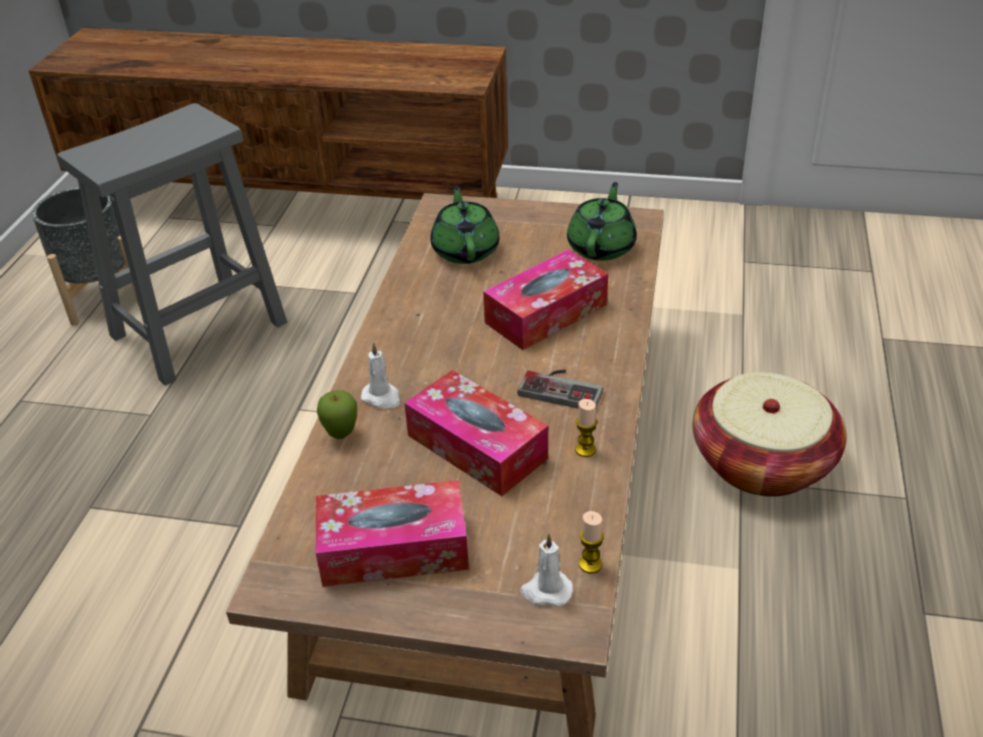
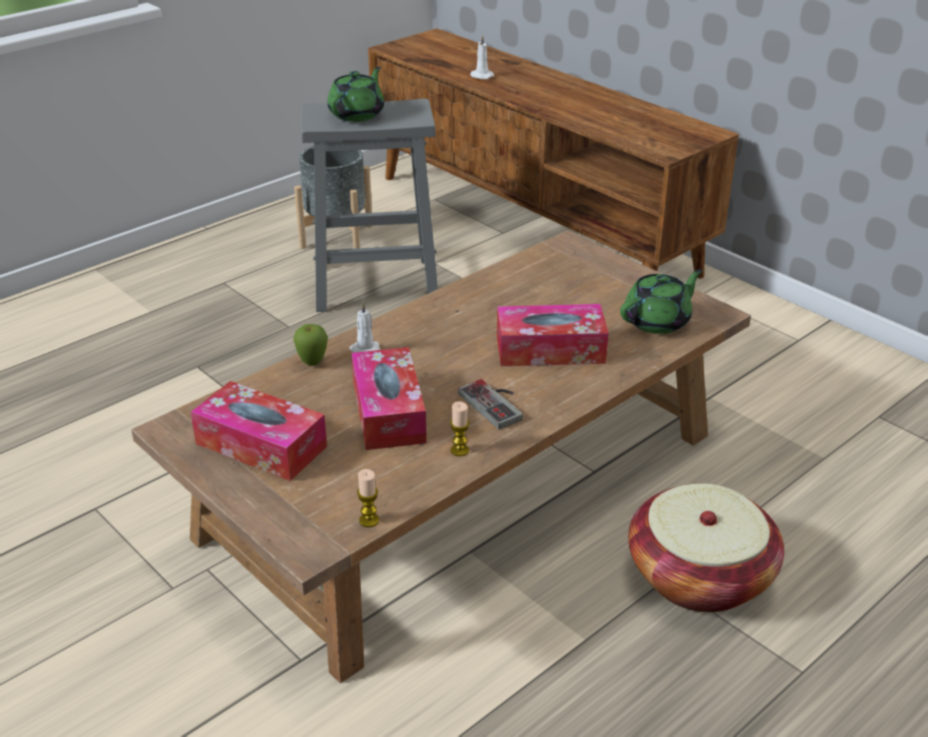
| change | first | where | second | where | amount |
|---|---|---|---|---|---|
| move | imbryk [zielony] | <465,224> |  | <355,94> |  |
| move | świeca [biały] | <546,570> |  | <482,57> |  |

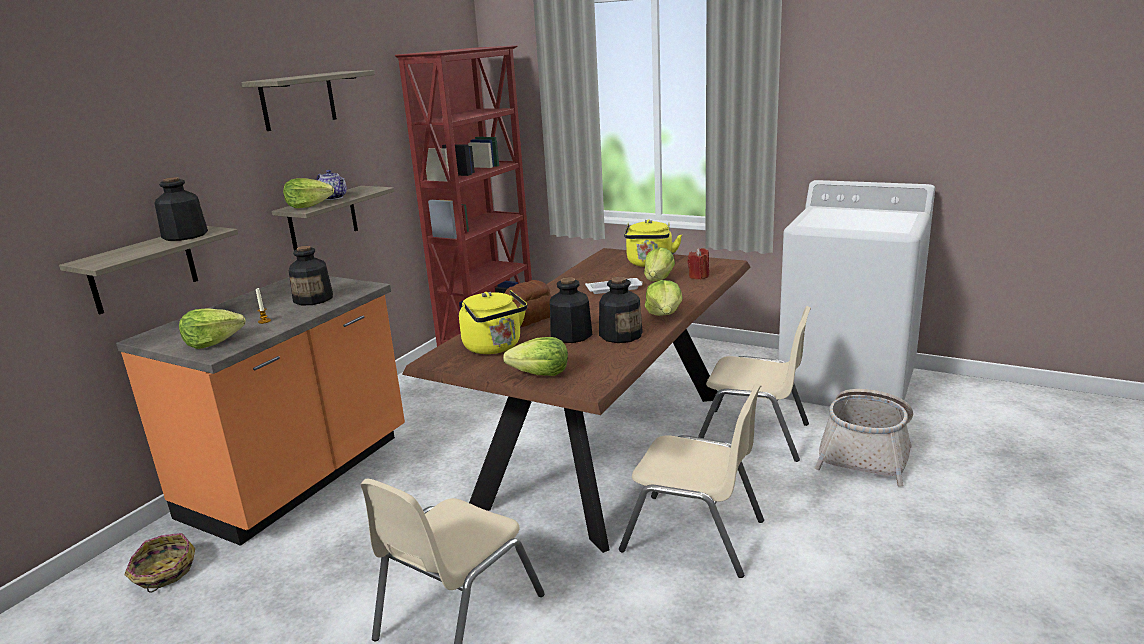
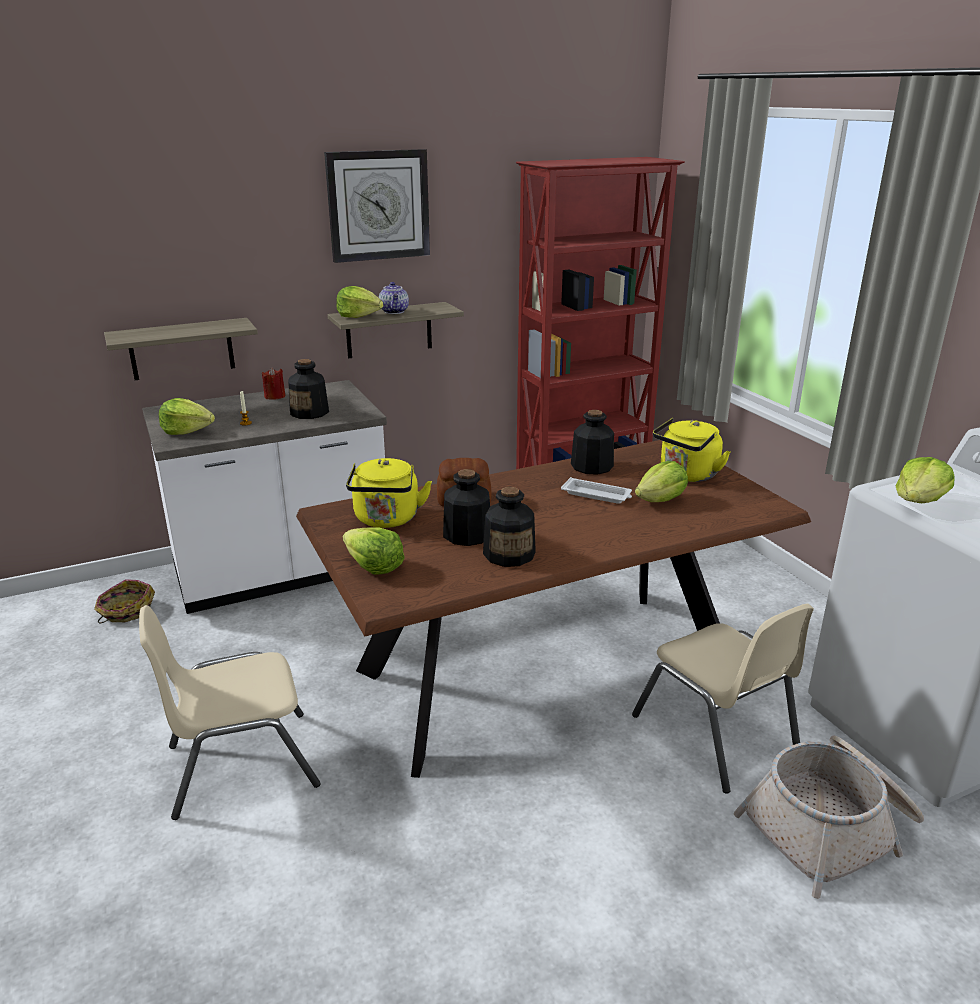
| change | first | where | second | where | amount |
|---|---|---|---|---|---|
| recolor | zabudowa kuchenna [pomarańczowy] | <260,411> | zabudowa kuchenna [biały] | <264,497> |  |
| move | butelka | <181,209> |  | <592,442> |  |
| replace | półka | <308,100> | zegar ścienny | <377,206> |  |
| delete | krzesło [beżowy] | <691,480> |  |  |  |
| move | sałata | <663,298> |  | <925,480> |  |
| move | świeca [czerwony] | <698,263> |  | <274,383> |  |

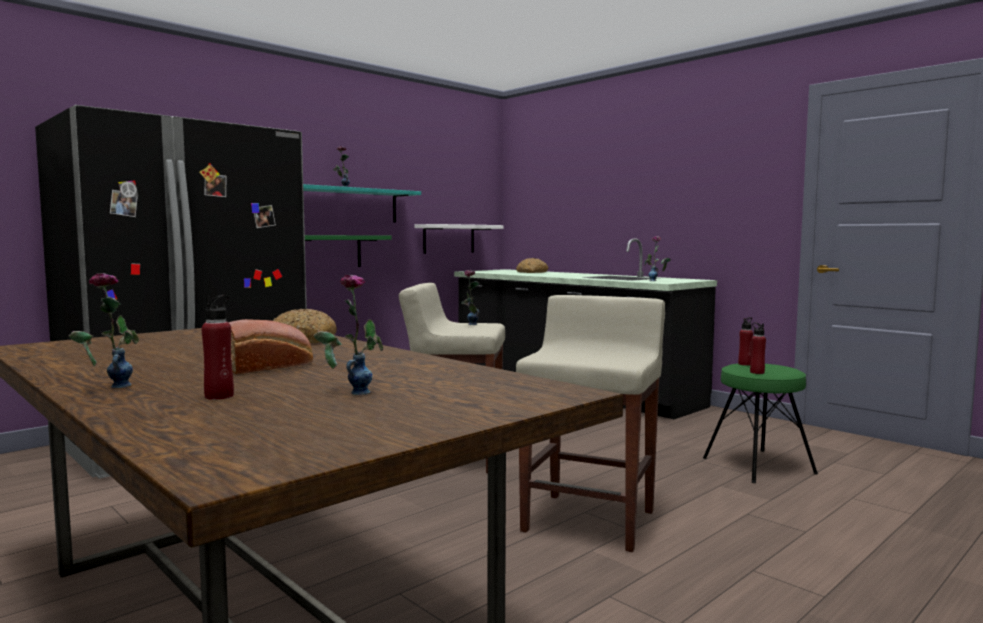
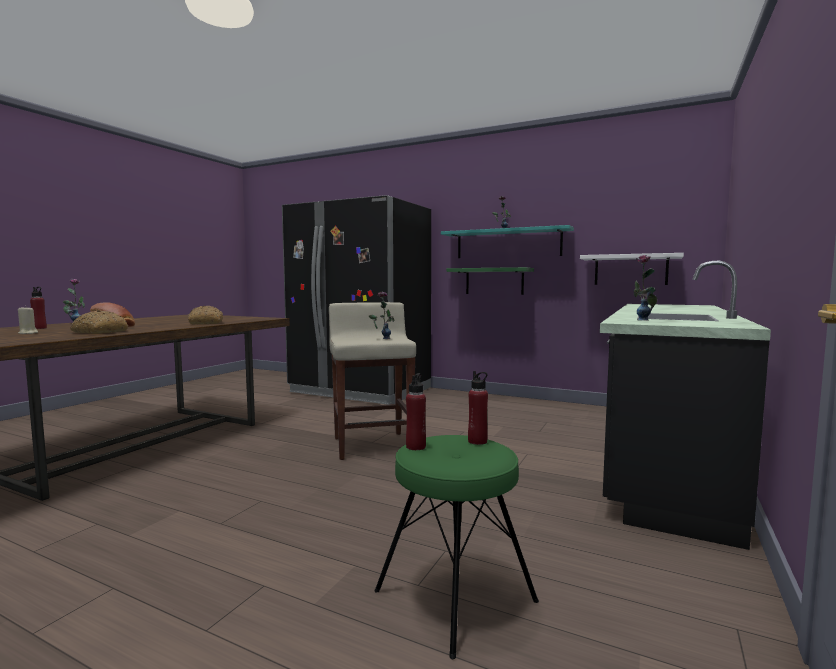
| change | first | where | second | where | amount |
|---|---|---|---|---|---|
| replace | wazon | <348,335> | świeca [beżowy] | <28,321> |  |
| move | chleb | <532,265> |  | <99,322> |  |
| delete | stołek [beżowy] | <590,423> |  |  |  |

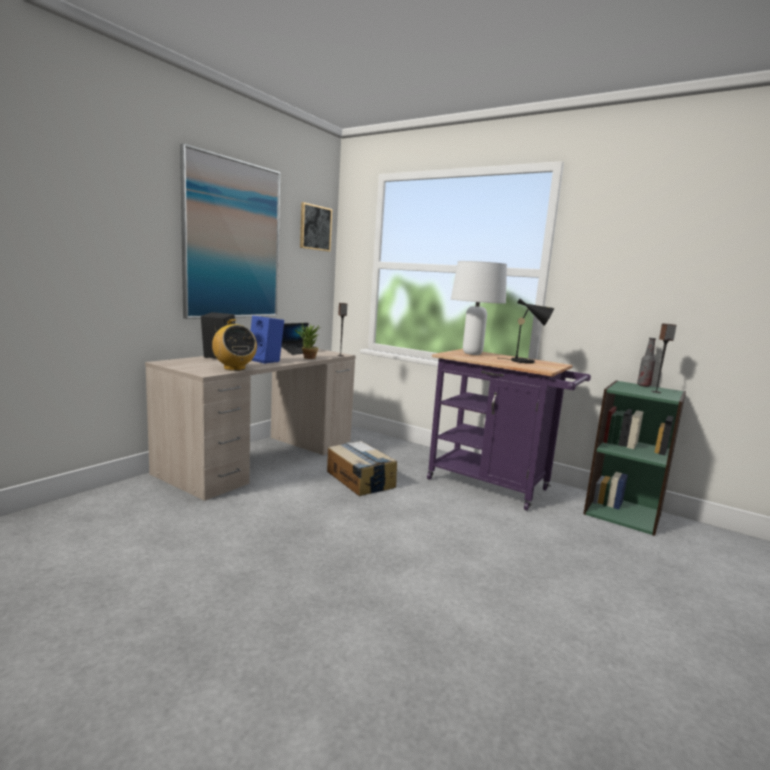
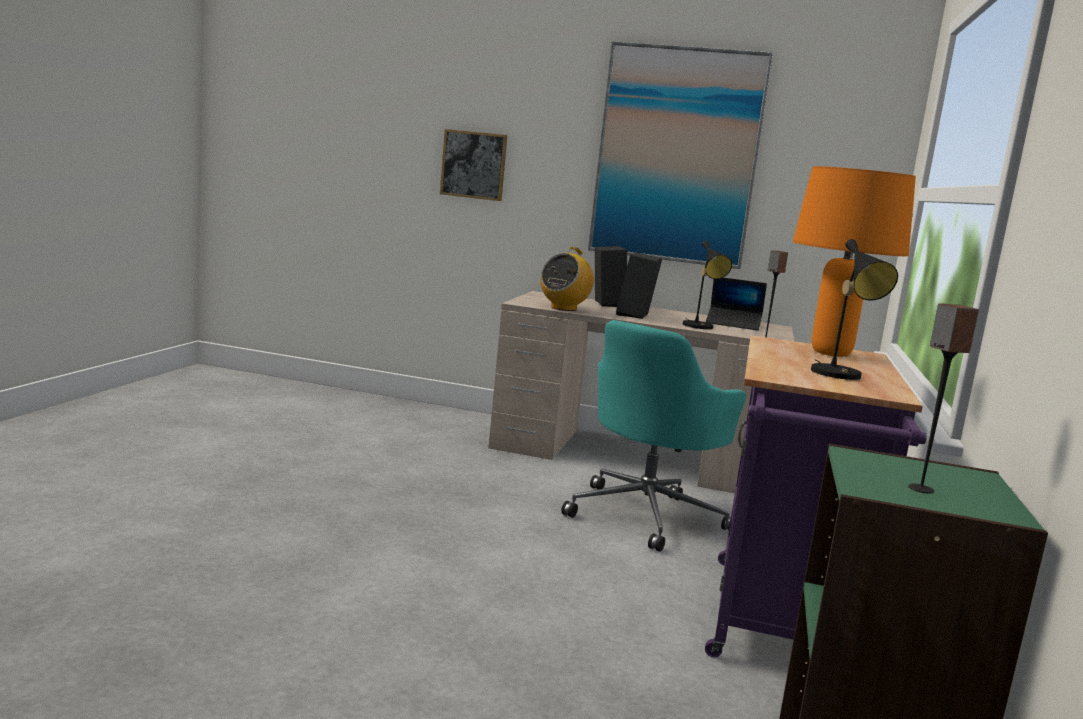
| change | first | where | second | where | amount |
|---|---|---|---|---|---|
| recolor | głośnik [niebieski] | <267,340> | głośnik [czarny] | <639,285> |  |
| replace | roślina doniczkowa | <308,341> | lampa stołowa [czarny] | <707,285> |  |
| move | obraz | <316,227> |  | <473,165> |  |
| replace | karton | <362,468> | krzesło biurowe [turkusowy] | <653,436> |  |
| recolor | lampa stołowa [biały] | <479,308> | lampa stołowa [pomarańczowy] | <854,261> |  |
| delete | butelka | <646,362> |  |  |  |

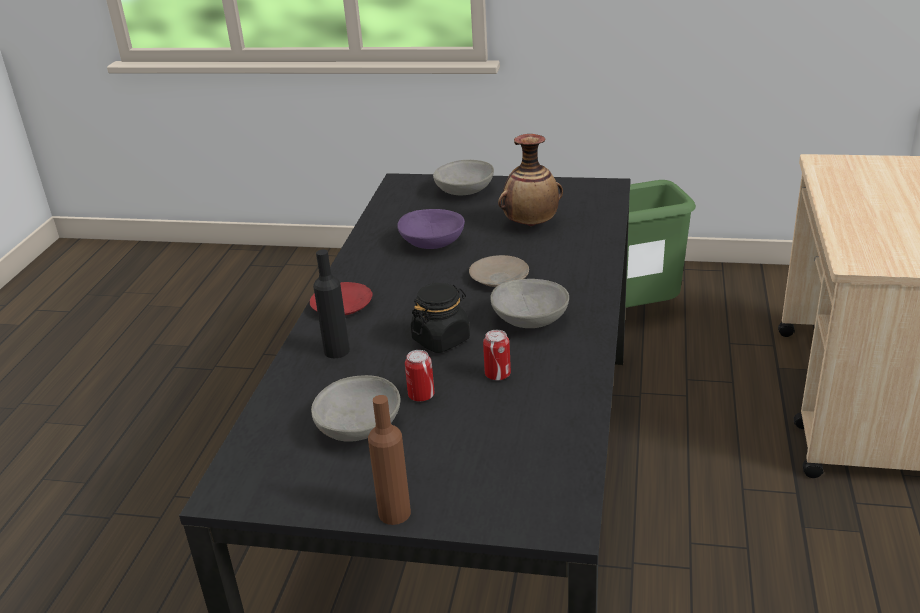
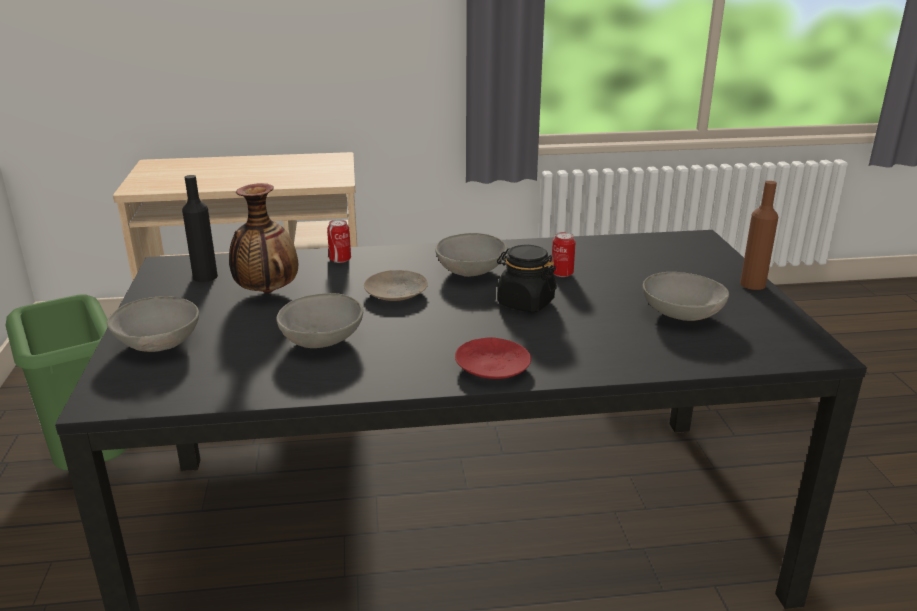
| change | first | where | second | where | amount |
|---|---|---|---|---|---|
| move | butelka [czarny] | <331,304> |  | <200,228> |  |
| recolor | miska [fioletowy] | <431,229> | miska [szary] | <319,320> |  |
| move | puszka | <419,376> |  | <339,241> |  |

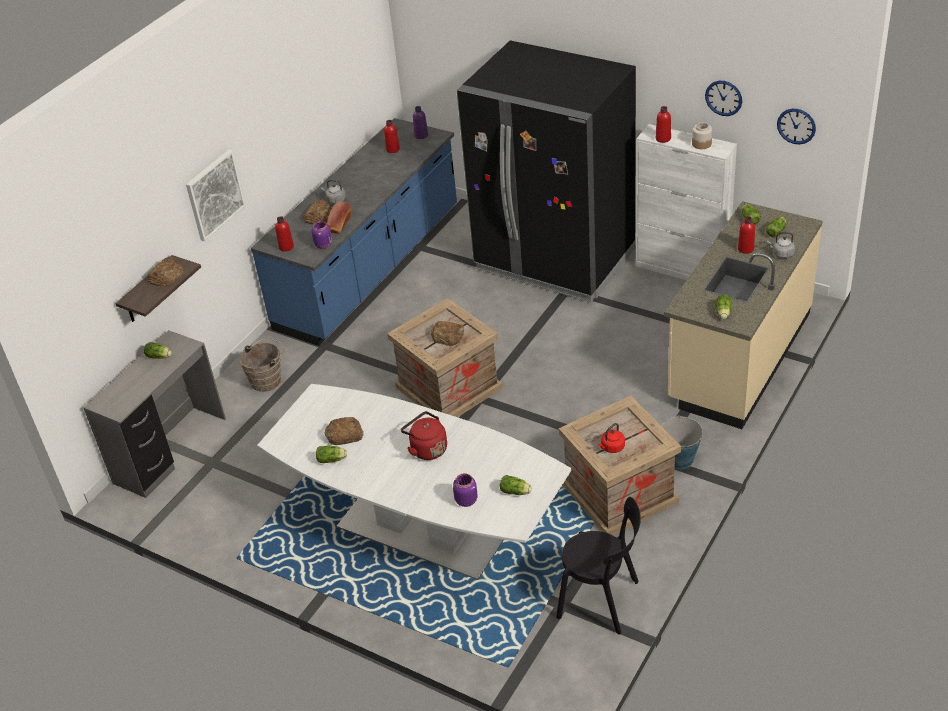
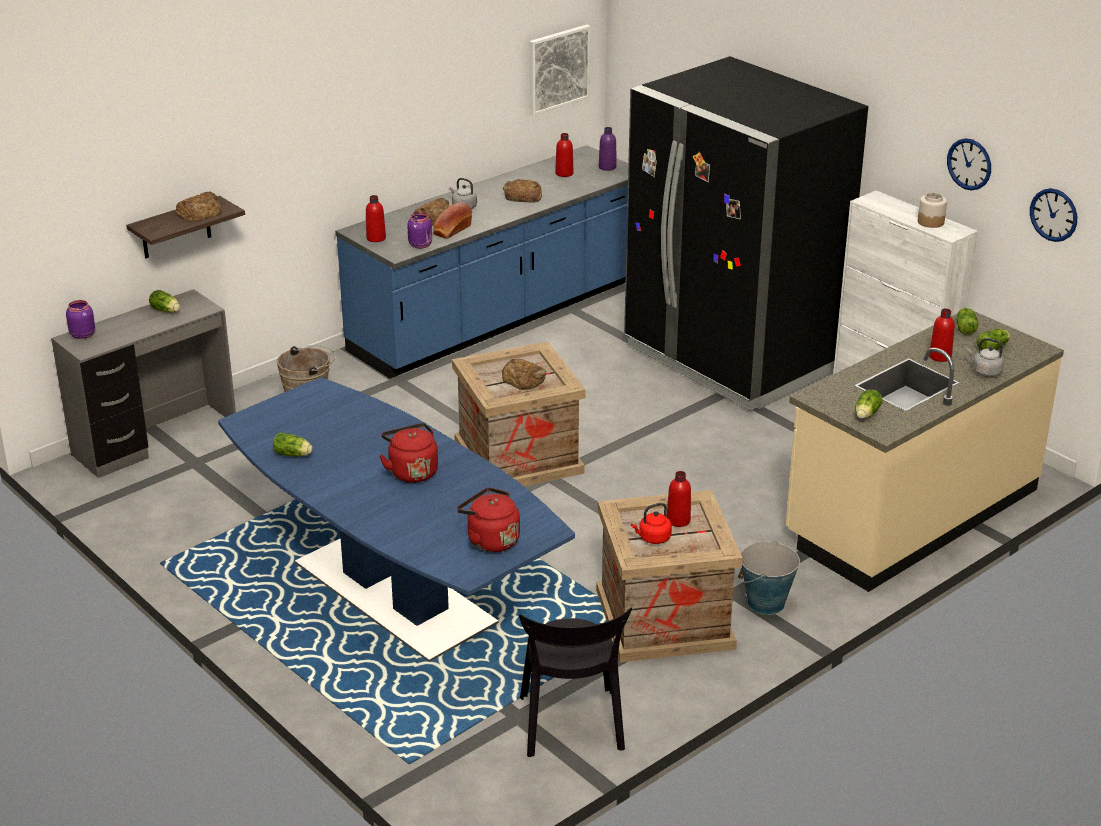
| change | first | where | second | where | amount |
|---|---|---|---|---|---|
| move | obraz | <216,195> |  | <560,70> |  |
| recolor | stół jadalny [biały] | <414,482> | stół jadalny [niebieski] | <396,519> |  |
| move | chleb | <344,431> |  | <522,191> |  |
| move | słoik [fioletowy] | <465,490> |  | <80,319> |  |
| replace | sałata | <516,485> | czajnik [czerwony] | <488,519> |  |
| rotate | krzesło [czarny] | <598,565> |  | <575,682> | 45 degrees clockwise |
| move | butelka [czerwony] | <663,124> |  | <679,499> |  |

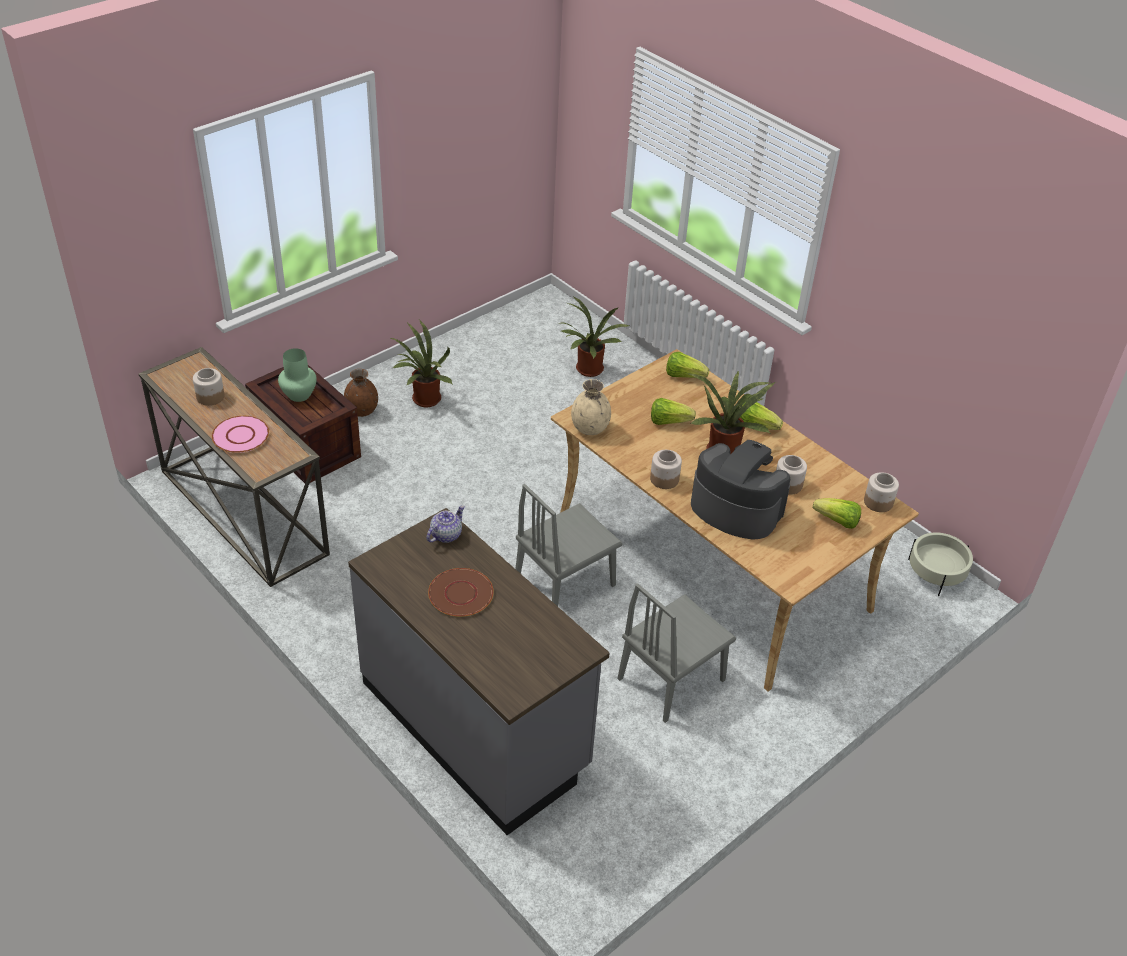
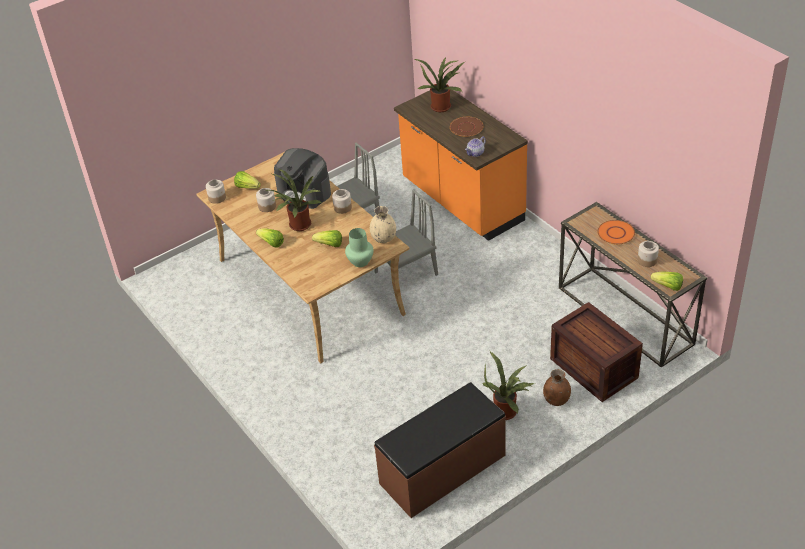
| change | first | where | second | where | amount |
|---|---|---|---|---|---|
| recolor | talerz [różowy] | <240,434> | talerz [pomarańczowy] | <616,232> |  |
| move | wazon [zielony] | <297,375> |  | <359,247> |  |
| recolor | zabudowa kuchenna [szary] | <479,671> | zabudowa kuchenna [pomarańczowy] | <461,165> |  |
| move | roślina doniczkowa | <594,336> |  | <439,84> |  |
| move | sałata | <687,365> |  | <666,281> |  |
| delete | donica [beżowy] | <940,564> |  |  |  |
| insert |  |  | ławka [brązowy] | <440,450> |  |

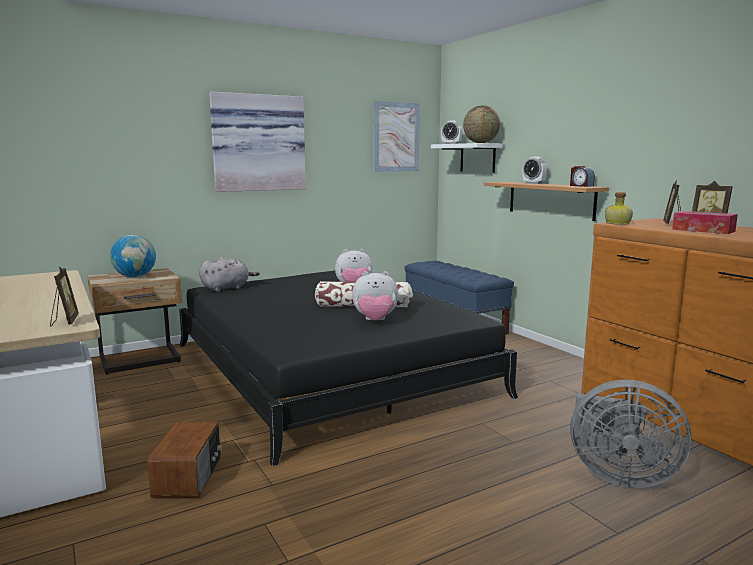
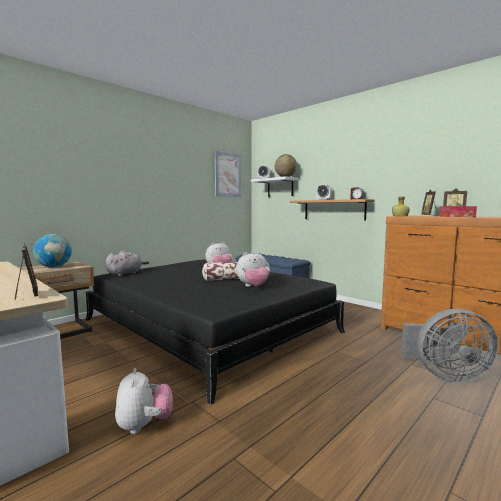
| change | first | where | second | where | amount |
|---|---|---|---|---|---|
| replace | radio | <184,460> | pluszak | <144,401> |  |
| delete | obraz | <257,141> |  |  |  |

